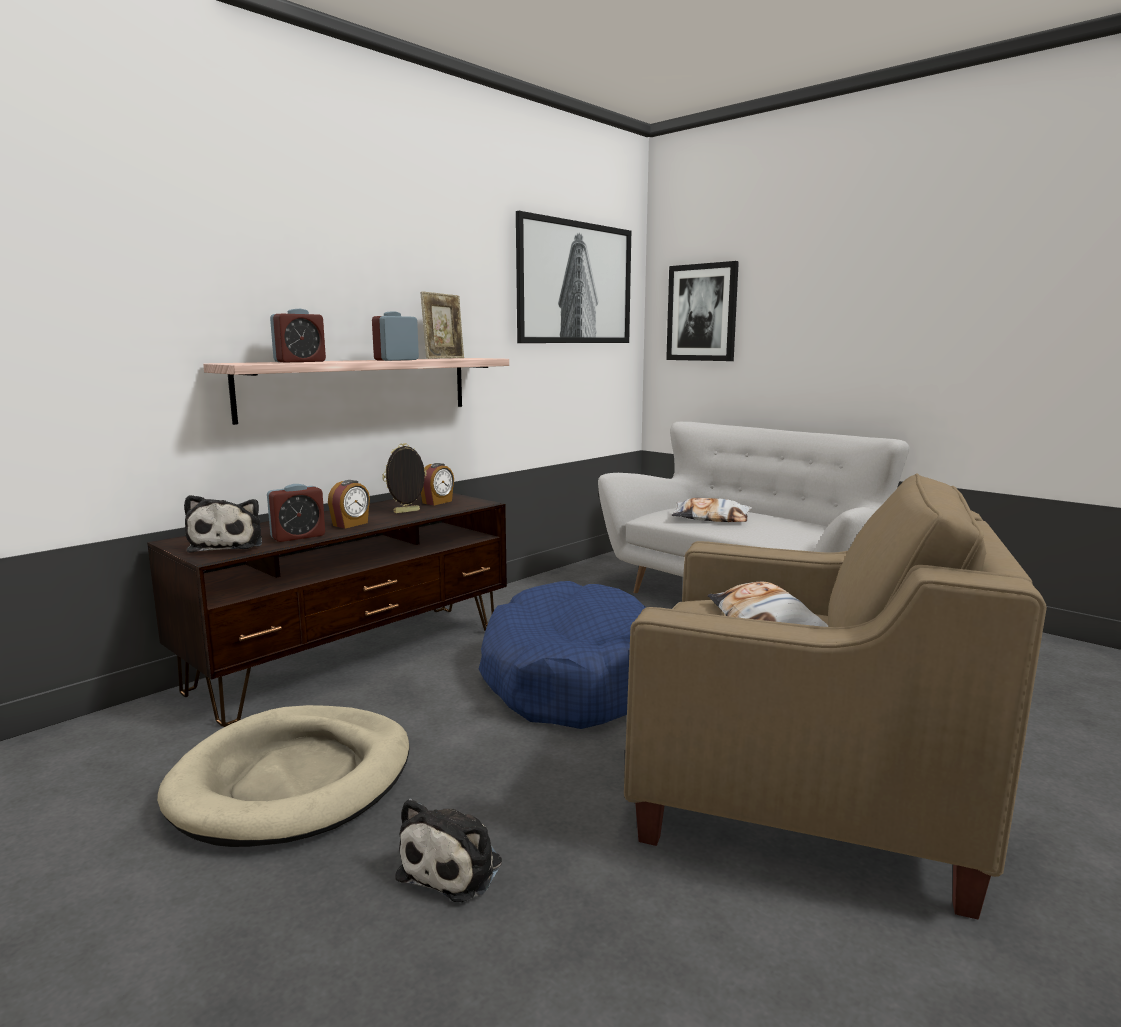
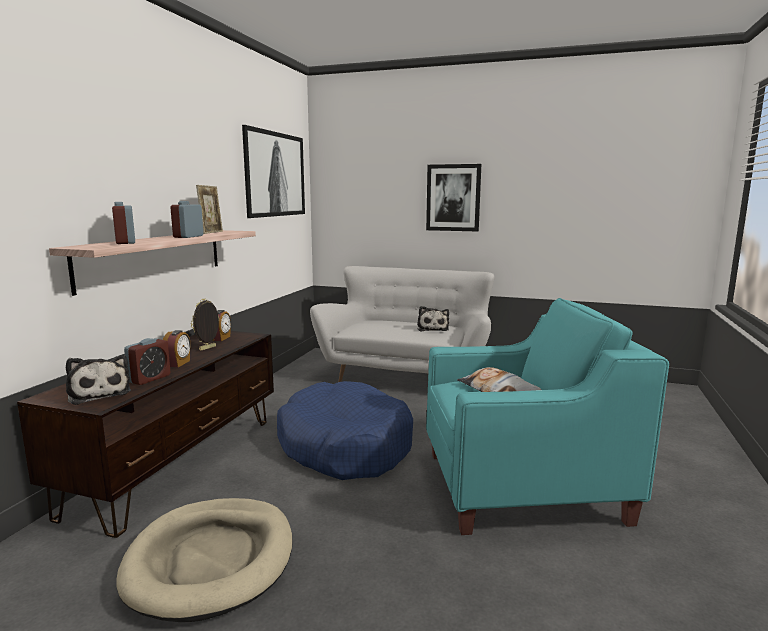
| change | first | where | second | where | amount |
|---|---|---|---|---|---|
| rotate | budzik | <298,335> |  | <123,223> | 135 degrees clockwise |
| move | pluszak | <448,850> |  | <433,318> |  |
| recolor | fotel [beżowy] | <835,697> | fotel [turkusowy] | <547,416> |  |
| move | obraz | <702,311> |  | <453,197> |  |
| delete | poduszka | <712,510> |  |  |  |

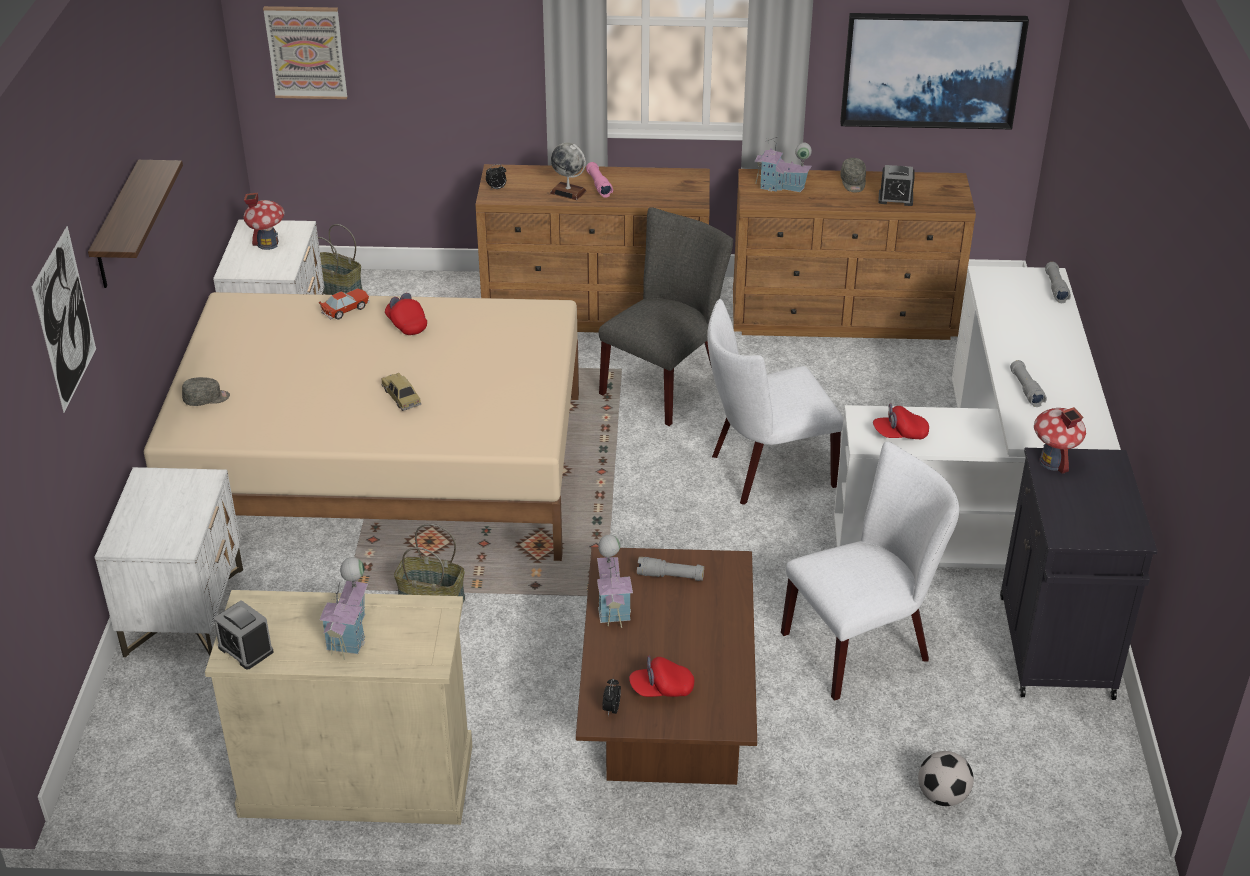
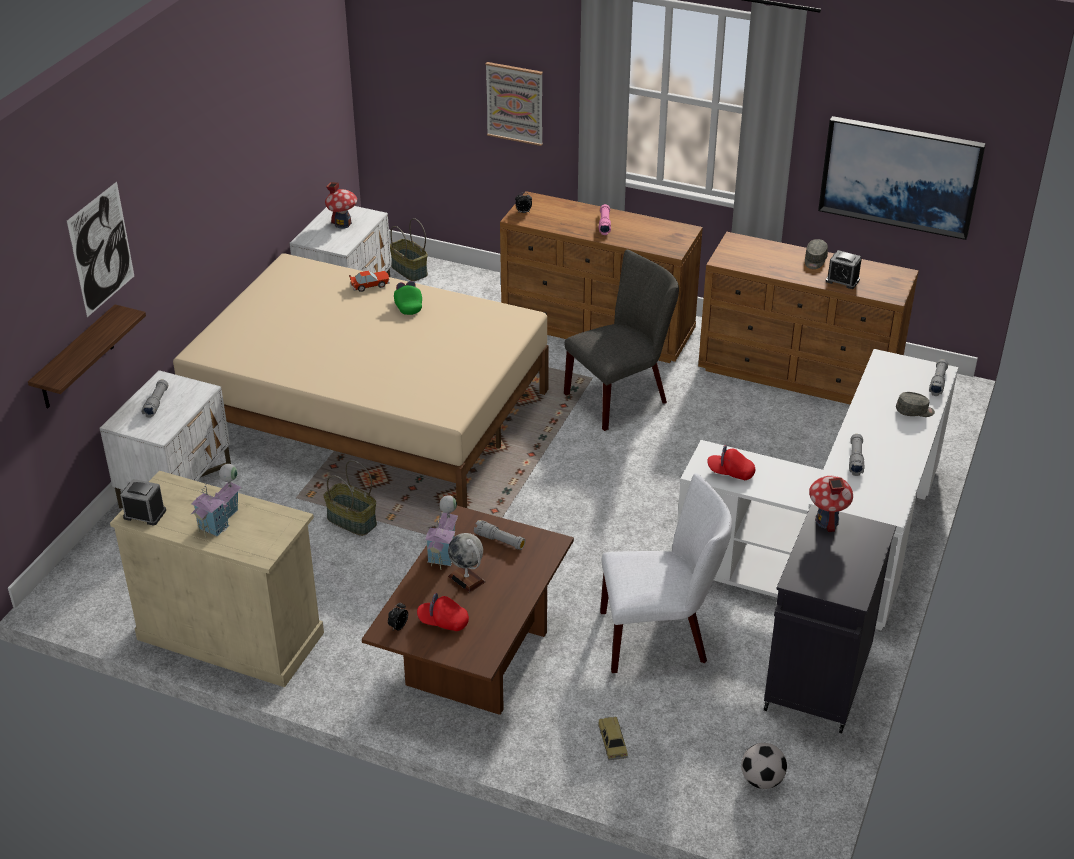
| change | first | where | second | where | amount |
|---|---|---|---|---|---|
| move | półka | <135,224> |  | <87,356> |  |
| move | czapka z daszkiem [szary] | <206,391> |  | <915,404> |  |
| rotate | budzik | <243,635> |  | <143,502> | 135 degrees clockwise |
| move | obraz | <305,52> |  | <514,104> |  |
| move | samochodzik | <401,392> |  | <613,739> |  |
| recolor | czapka z daszkiem [czerwony] | <406,314> | czapka z daszkiem [zielony] | <408,298> |  |
| move | globus | <568,171> |  | <466,563> |  |
| delete | krzesło [biały] | <775,402> |  |  |  |
| delete | domek | <783,164> |  |  |  |
| move | piłka futbolowa | <946,778> |  | <764,766> |  |
| insert |  |  | latarka [szary] | <154,398> |  |

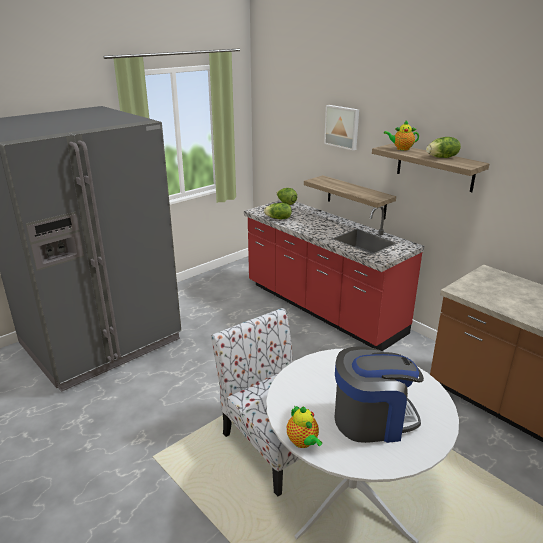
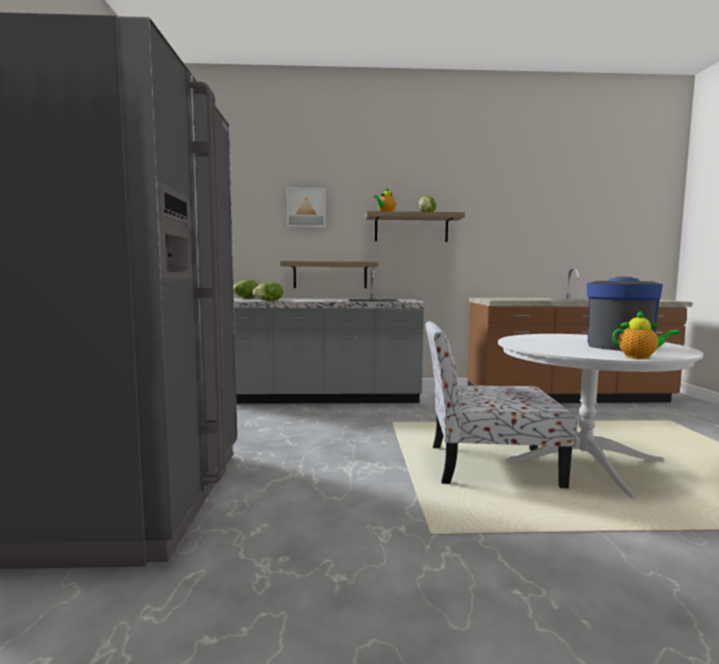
| change | first | where | second | where | amount |
|---|---|---|---|---|---|
| recolor | zabudowa kuchenna [czerwony] | <334,275> | zabudowa kuchenna [szary] | <330,336> |  |

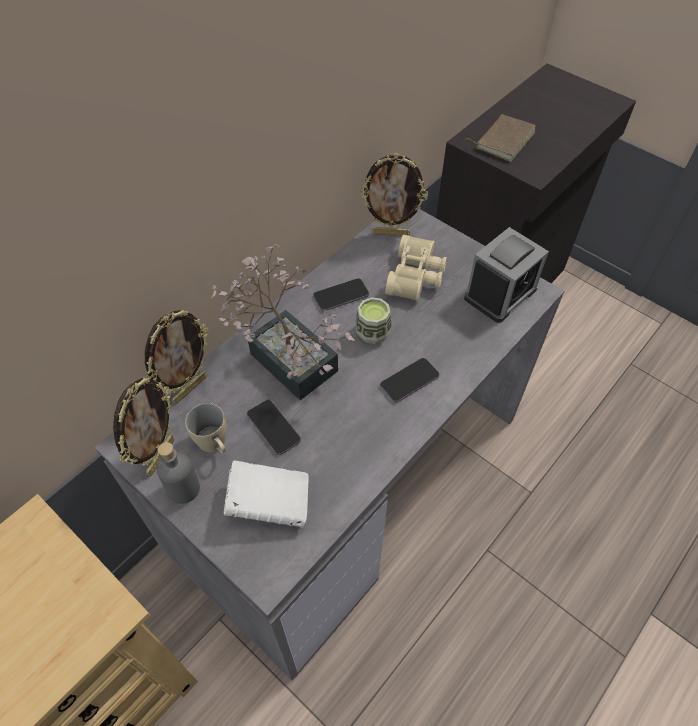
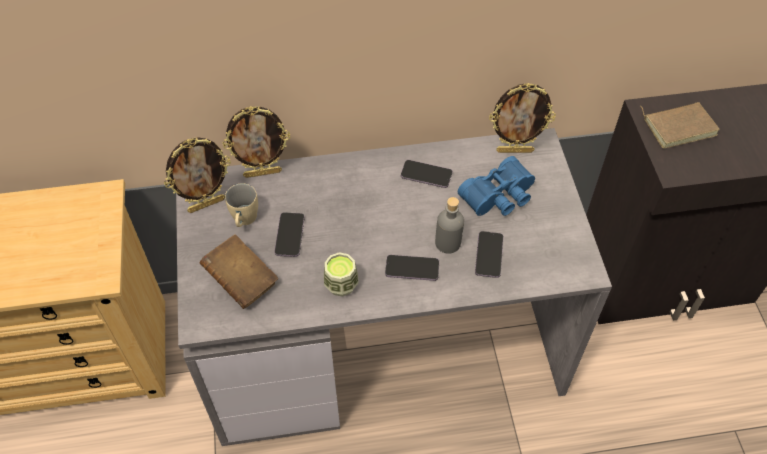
| change | first | where | second | where | amount |
|---|---|---|---|---|---|
| move | butelka [szary] | <178,473> |  | <449,225> |  |
| delete | roślina doniczkowa | <282,322> |  |  |  |
| recolor | książka [biały] | <266,493> | książka [brązowy] | <239,271> |  |
| move | filiżanka | <373,320> |  | <341,274> |  |
| rotate | ramka na zdjęcie | <393,194> |  | <522,118> | 45 degrees counterclockwise |
| recolor | lornetka [beżowy] | <416,268> | lornetka [niebieski] | <496,186> |  |
| delete | budzik | <506,275> |  |  |  |
| insert |  |  | telefon | <489,254> |  |

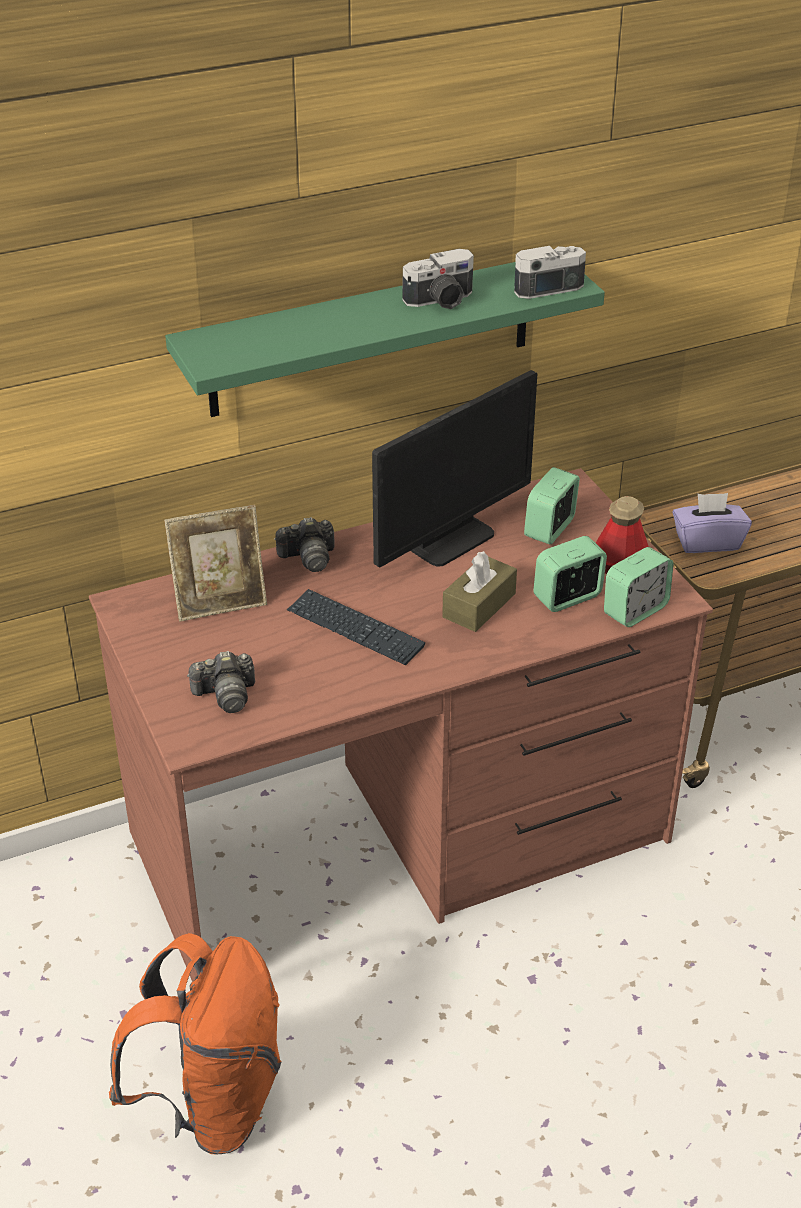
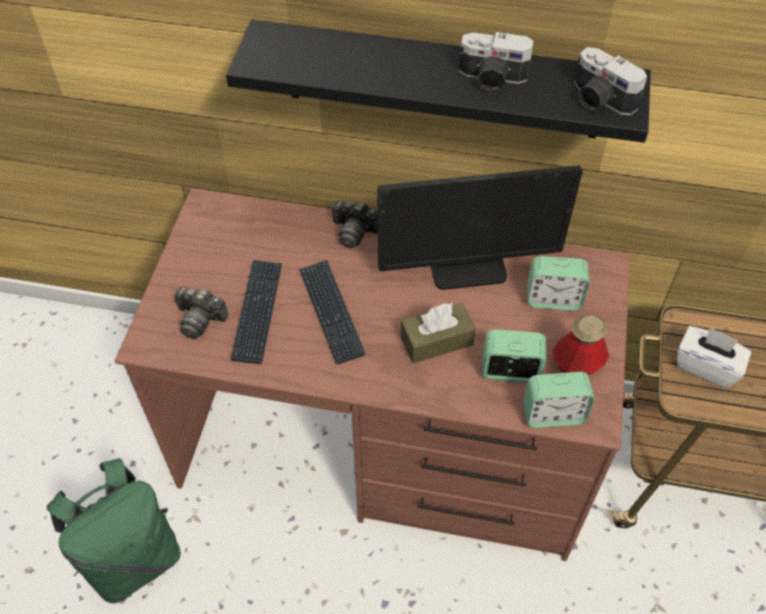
| change | first | where | second | where | amount |
|---|---|---|---|---|---|
| recolor | plecak [pomarańczowy] | <195,1043> | plecak [zielony] | <113,530> |  |
| delete | ramka na zdjęcie | <215,563> |  |  |  |
| recolor | półka [zielony] | <385,339> | półka [czarny] | <438,81> |  |
| rotate | aparat fotograficzny | <550,272> |  | <610,81> | 150 degrees counterclockwise |
| rotate | budzik | <552,505> |  | <558,283> | 150 degrees counterclockwise |
| recolor | pudełko chusteczek [fioletowy] | <712,523> | pudełko chusteczek [biały] | <714,357> |  |
| insert |  |  | klawiatura | <256,312> |  |

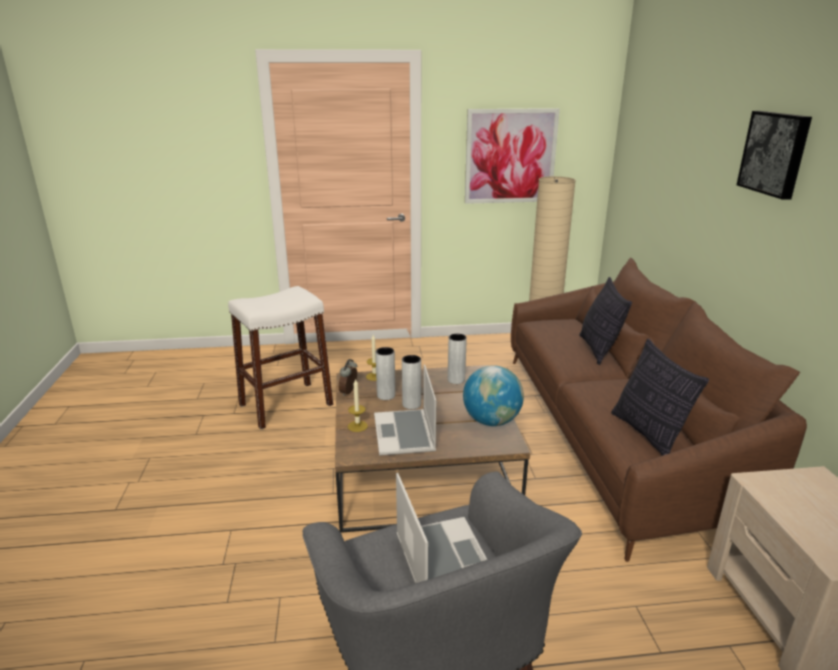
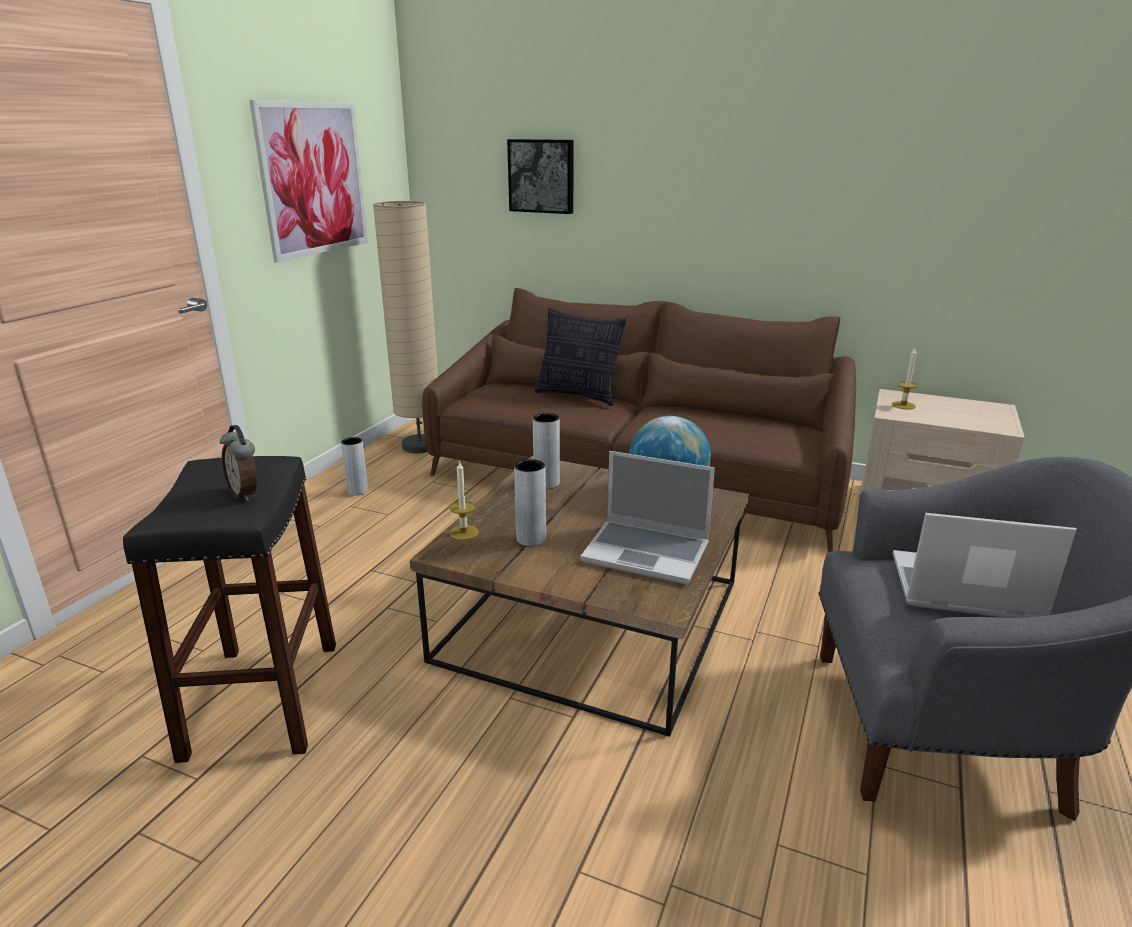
| change | first | where | second | where | amount |
|---|---|---|---|---|---|
| recolor | stołek [biały] | <280,357> | stołek [czarny] | <229,609> |  |
| move | budzik | <348,377> |  | <238,463> |  |
| move | świeca | <358,405> |  | <905,378> |  |
| move | wazon [szary] | <411,382> |  | <354,466> |  |
| delete | poduszka | <660,397> |  |  |  |
| move | obraz | <774,155> |  | <540,176> |  |

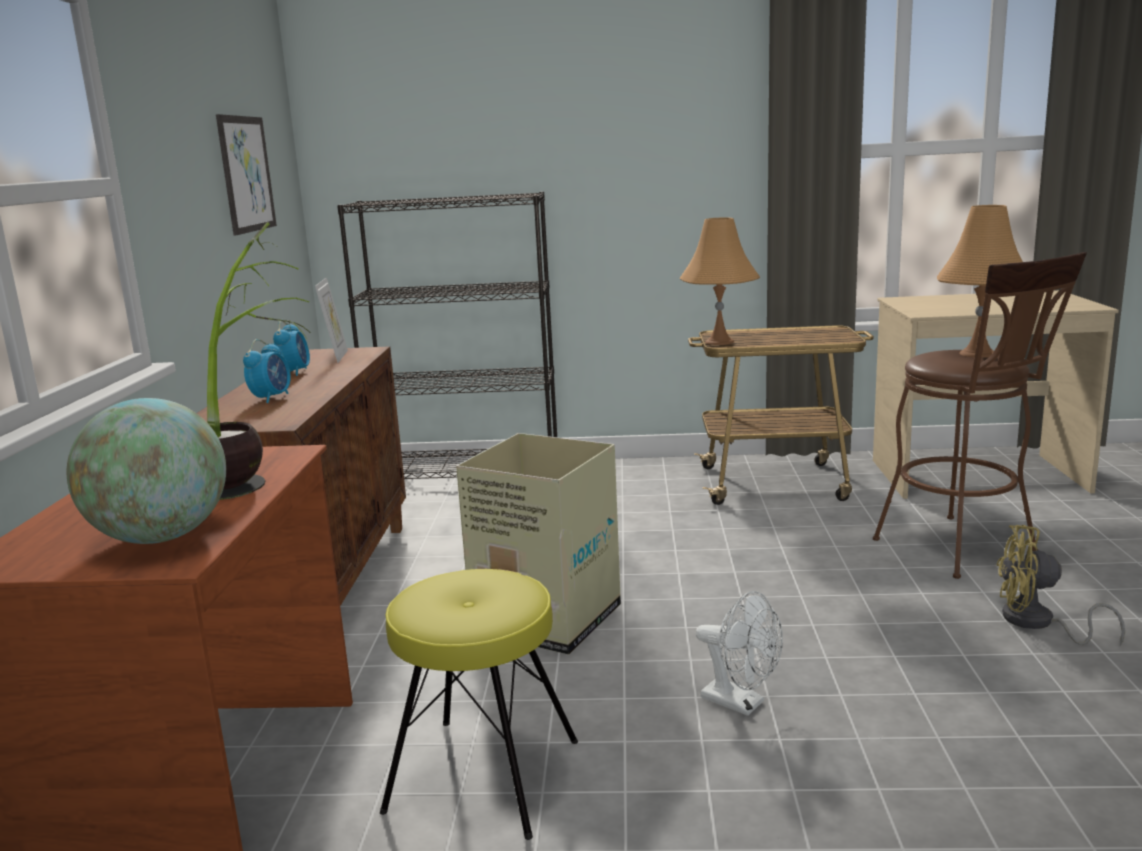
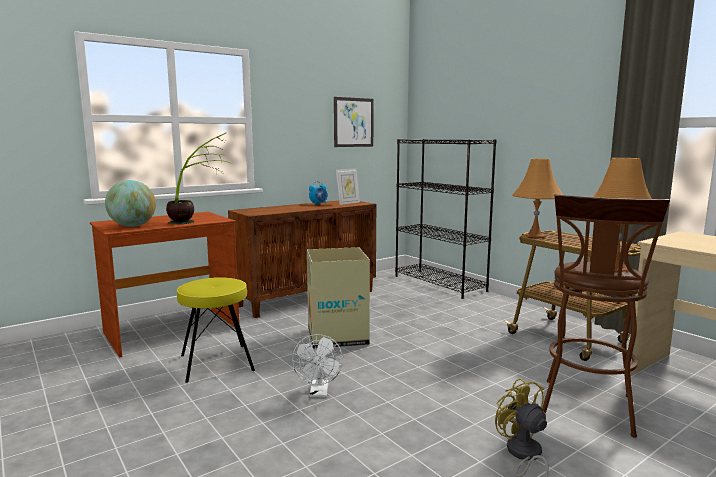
| change | first | where | second | where | amount |
|---|---|---|---|---|---|
| delete | budzik | <267,371> |  |  |  |

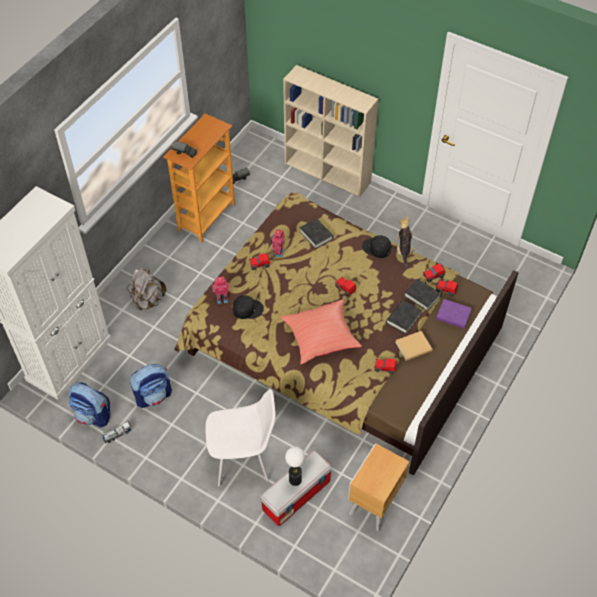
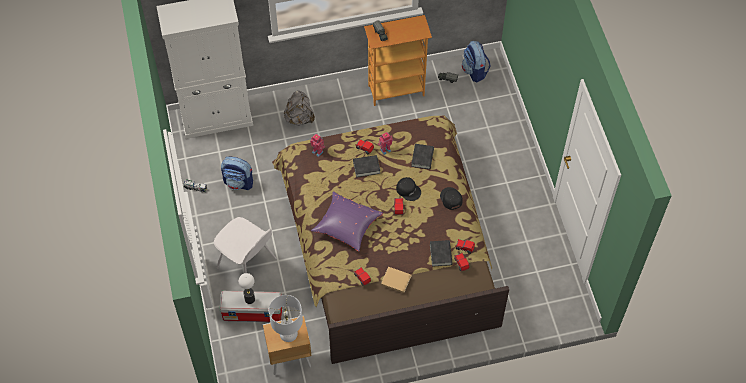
| change | first | where | second | where | amount |
|---|---|---|---|---|---|
| move | plecak | <90,405> |  | <476,61> |  |
| move | czapka z daszkiem [czarny] | <248,307> |  | <408,189> |  |
| recolor | poduszka [czerwony] | <321,332> | poduszka [fioletowy] | <347,221> |  |
| delete | regał [beżowy] | <330,131> |  |  |  |
| move | książka [czarny] | <404,317> |  | <366,166> |  |
| delete | pluszak | <406,242> |  |  |  |
| delete | książka [fioletowy] | <454,314> |  |  |  |
| insert |  |  | lampa stołowa [biały] | <286,318> |  |

